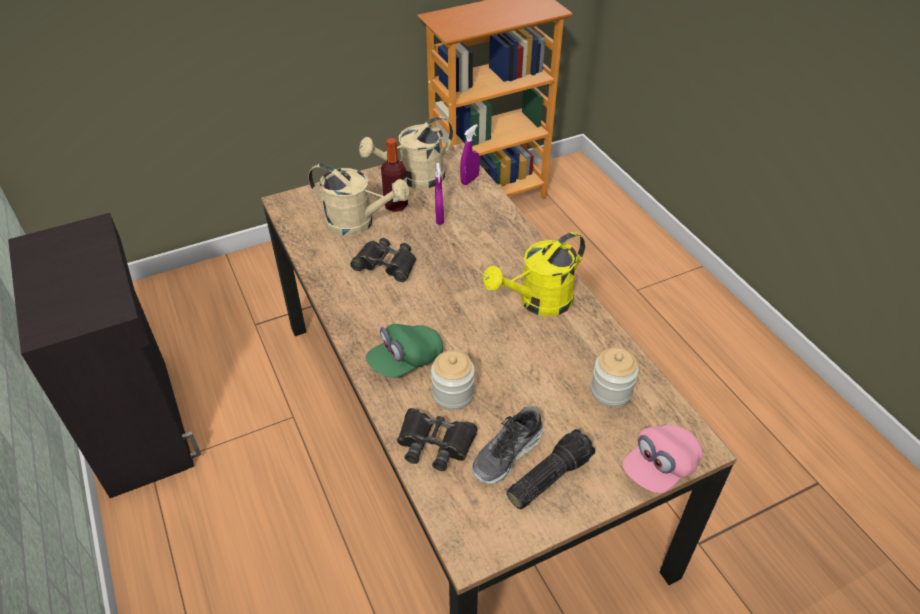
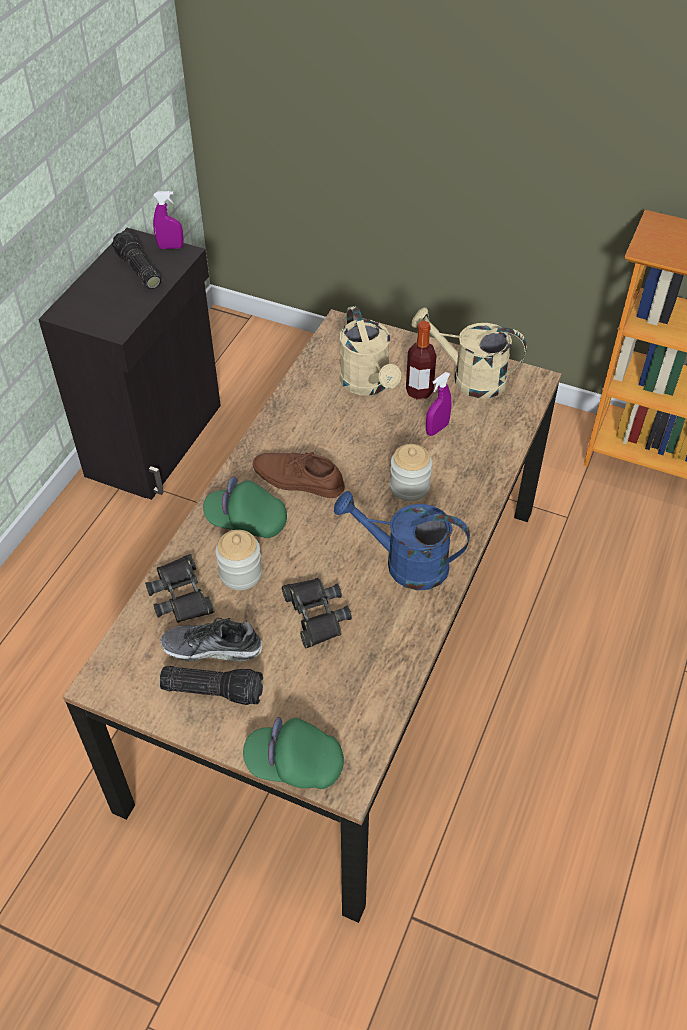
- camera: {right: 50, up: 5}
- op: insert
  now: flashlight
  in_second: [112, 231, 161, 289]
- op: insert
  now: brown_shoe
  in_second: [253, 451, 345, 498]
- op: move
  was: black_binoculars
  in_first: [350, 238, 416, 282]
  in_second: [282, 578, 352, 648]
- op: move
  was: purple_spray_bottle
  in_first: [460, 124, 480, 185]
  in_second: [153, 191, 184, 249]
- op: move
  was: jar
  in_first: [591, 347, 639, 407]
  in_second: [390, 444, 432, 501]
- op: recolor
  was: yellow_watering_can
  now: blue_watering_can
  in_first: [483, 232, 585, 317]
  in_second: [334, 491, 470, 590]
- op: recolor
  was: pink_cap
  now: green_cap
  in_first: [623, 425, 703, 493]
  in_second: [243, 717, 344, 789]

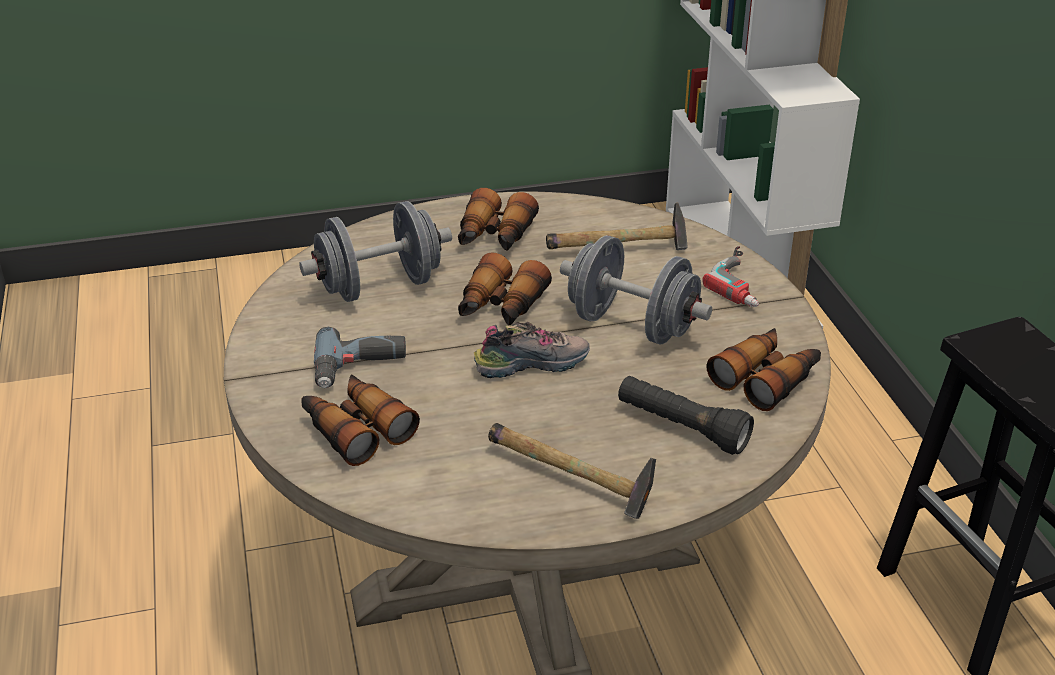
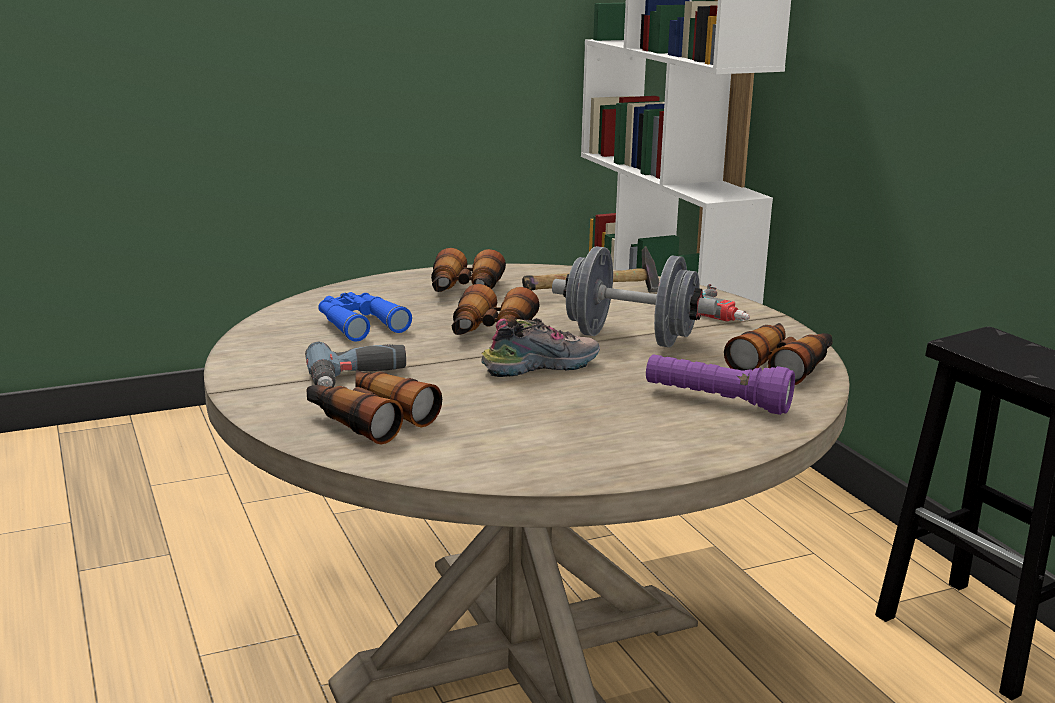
- camera: {right: -10, up: -15}
- op: delete
  was: hammer
  in_first: [488, 423, 656, 519]
- op: replace
  was: grey_dumbbell
  now: blue_binoculars
  in_first: [299, 201, 452, 302]
  in_second: [318, 292, 412, 341]
- op: recolor
  was: black_flashlight
  now: purple_flashlight
  in_first: [618, 376, 754, 455]
  in_second: [646, 354, 795, 415]

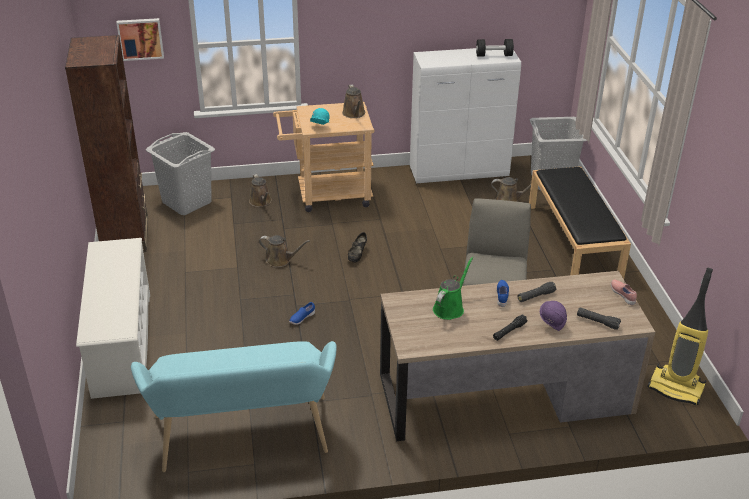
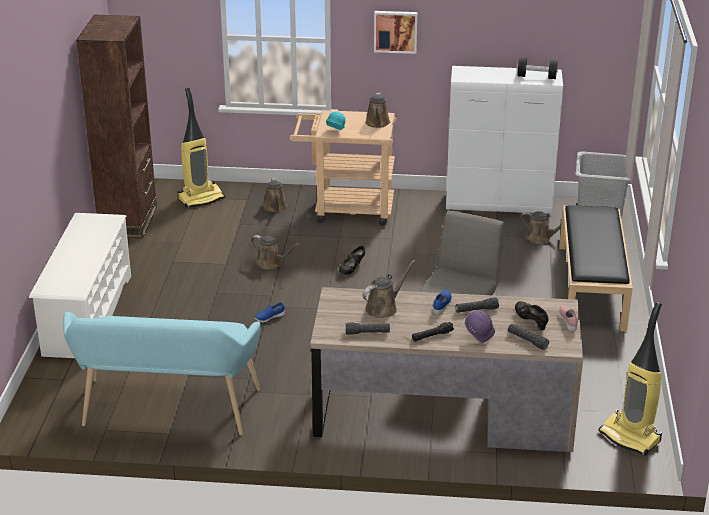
- camera: {right: 15, up: -5}
- op: insert
  now: black_flashlight
  in_second: [346, 323, 390, 335]
- op: insert
  now: black_shoe
  in_second: [515, 301, 549, 331]
- op: move
  was: picture
  in_first: [116, 18, 164, 61]
  in_second: [374, 11, 417, 54]
- op: replace
  was: grey_laundry_basket
  now: vacuum_cleaner
  in_first: [146, 132, 215, 215]
  in_second: [177, 88, 225, 208]
- op: recolor
  was: green_watering_can
  now: brown_watering_can
  in_first: [433, 257, 473, 320]
  in_second: [363, 260, 415, 318]

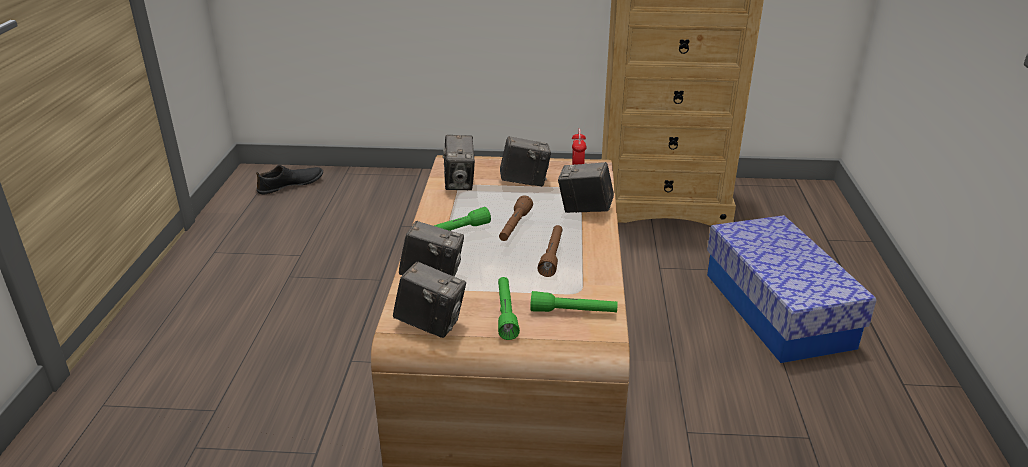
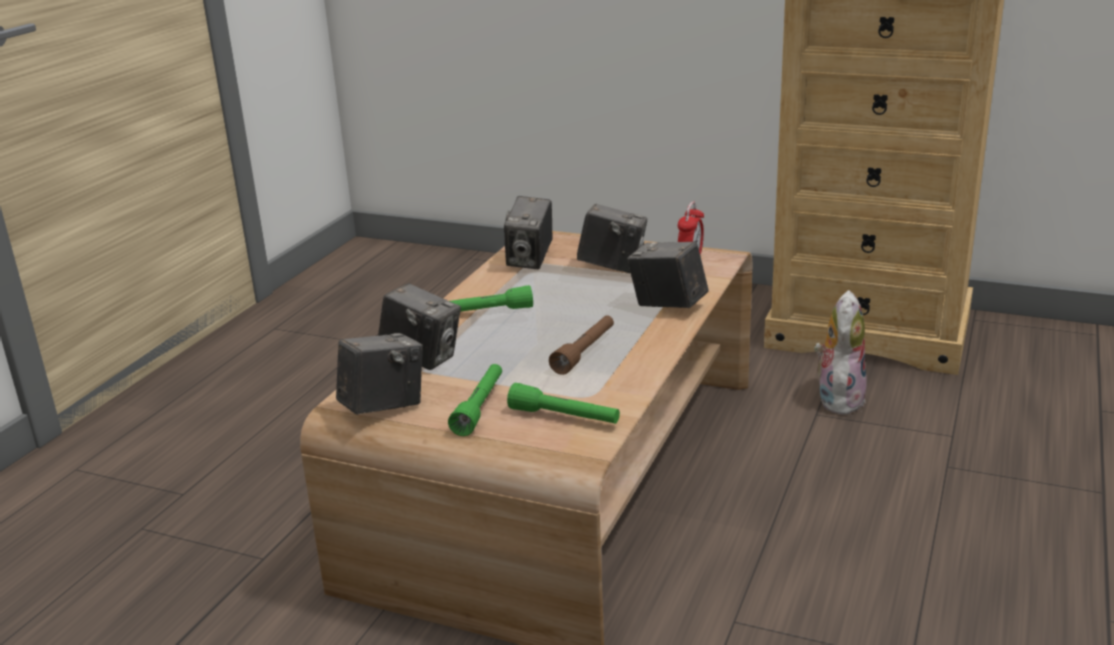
- camera: {right: 20, up: -5}
- op: delete
  was: black_shoe
  in_first: [256, 165, 323, 194]
- op: delete
  was: brown_flashlight
  in_first: [499, 195, 533, 241]
- op: delete
  was: storage_box
  in_first: [707, 215, 876, 363]
- op: insert
  now: plush_toy
  in_second: [814, 290, 867, 416]
- op: rotate
  was: photo_camera
  in_first: [393, 261, 466, 338]
  in_second: [336, 333, 423, 415]
  clockwise: -75

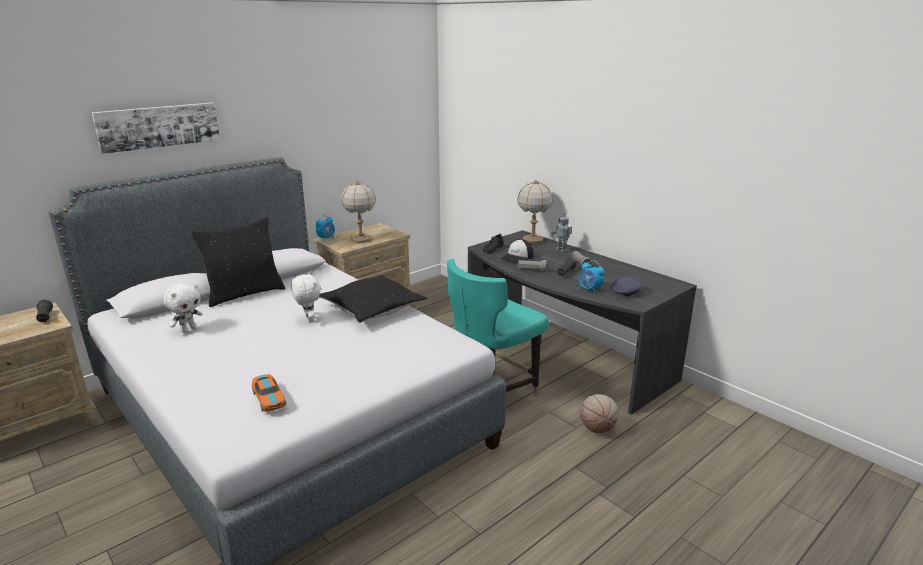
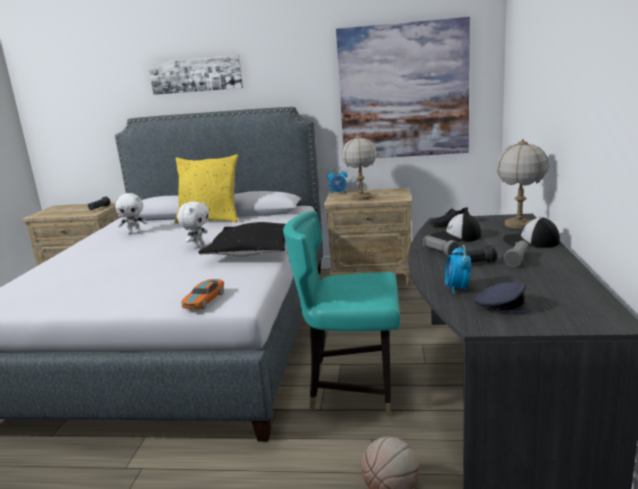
- camera: {right: 50, up: -5}
- op: insert
  now: picture
  in_second: [336, 17, 470, 158]
- op: move
  was: toy_car
  in_first: [252, 374, 286, 412]
  in_second: [181, 279, 224, 310]
- op: replace
  was: toy_robot
  now: cap
  in_first: [551, 214, 572, 253]
  in_second: [503, 218, 560, 248]
- op: recolor
  was: black_pillow
  now: yellow_pillow
  in_first: [190, 217, 285, 307]
  in_second: [175, 154, 238, 223]

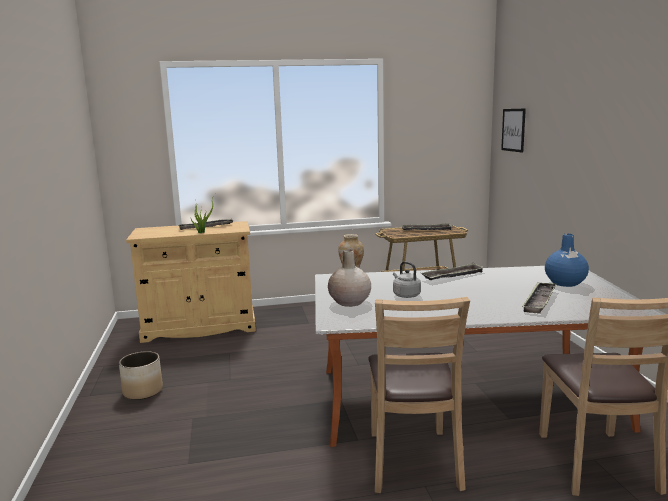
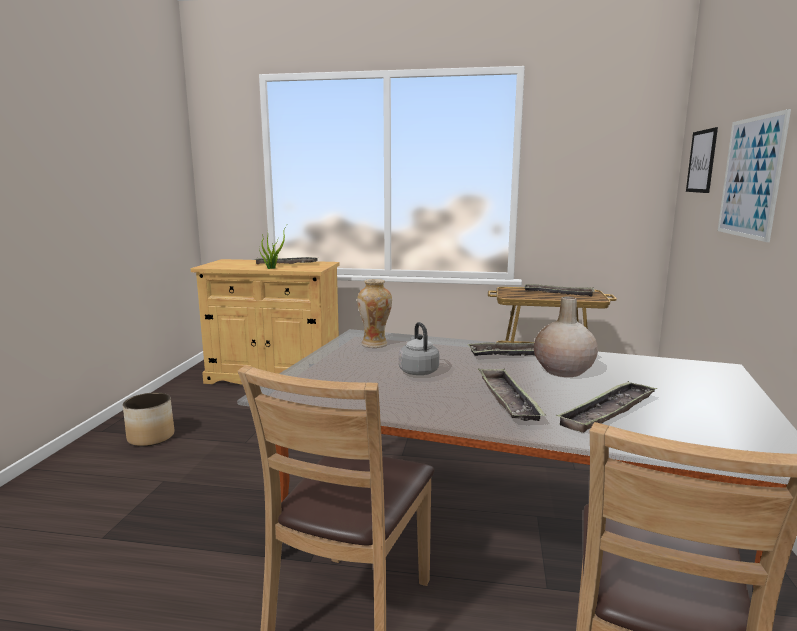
- camera: {right: 20, up: 0}
- op: delete
  was: blue_vase
  in_first: [545, 234, 589, 287]
- op: insert
  now: tray
  in_second: [478, 368, 546, 421]
- op: insert
  now: picture
  in_second: [718, 109, 791, 242]
- op: move
  was: beige_vase
  in_first: [328, 249, 371, 307]
  in_second: [534, 296, 598, 377]

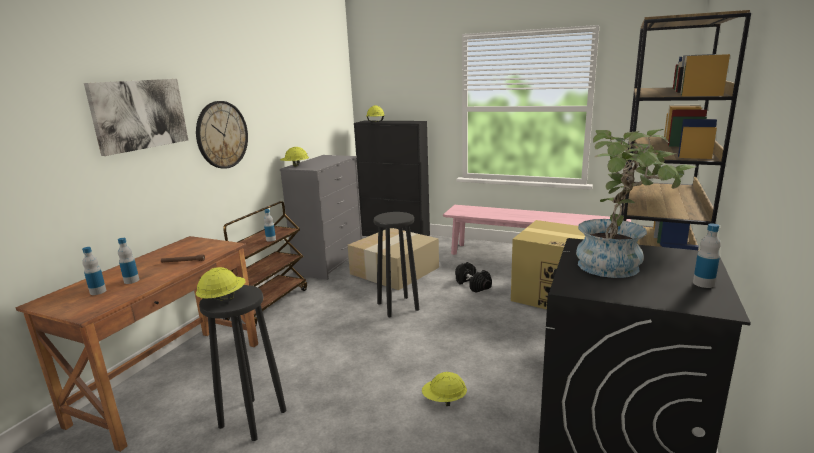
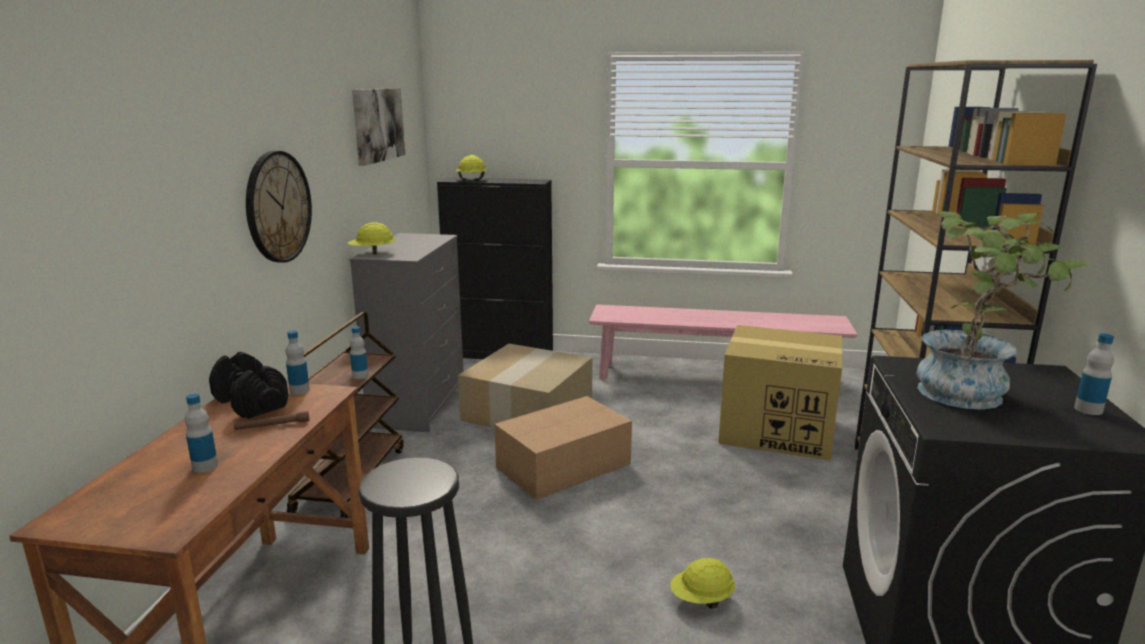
- camera: {right: -15, up: 0}
- op: delete
  was: yellow_hard_hat
  in_first: [196, 267, 246, 302]
- op: move
  was: bottle
  in_first: [82, 247, 106, 295]
  in_second: [286, 330, 310, 395]
- op: move
  was: picture
  in_first: [84, 79, 188, 156]
  in_second: [352, 88, 405, 166]
- op: move
  was: black_dumbbell
  in_first: [455, 262, 492, 293]
  in_second: [209, 352, 288, 419]
- op: replace
  was: black_stool
  now: cardboard_box
  in_first: [373, 212, 419, 317]
  in_second: [494, 396, 632, 500]

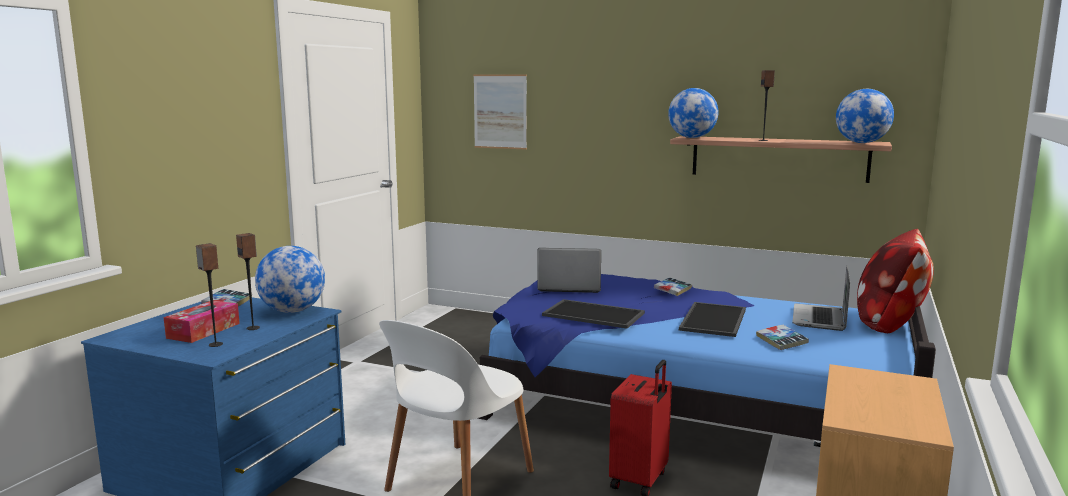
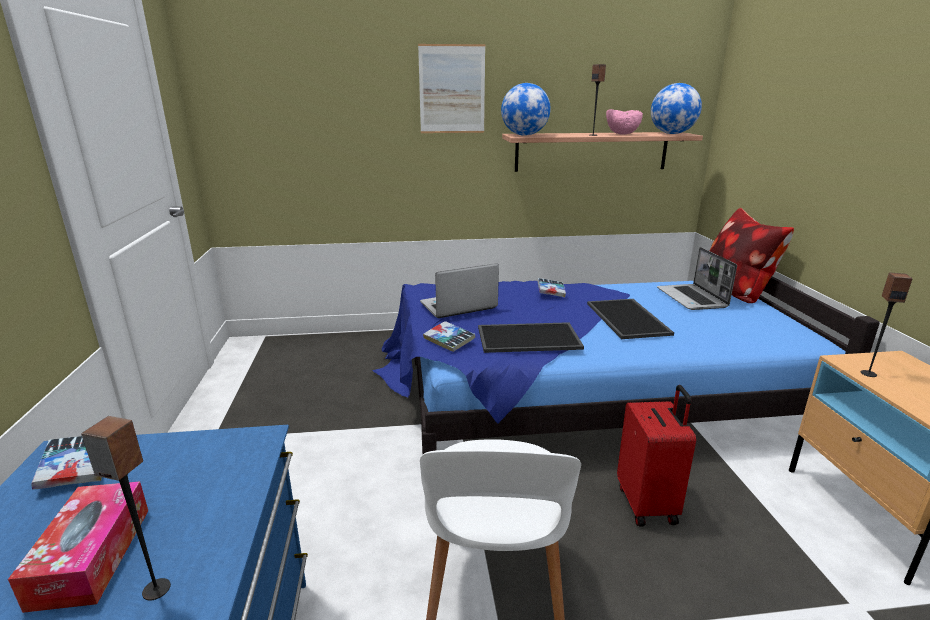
- camera: {right: -30, up: 10}
- op: delete
  was: globe
  in_first: [255, 246, 325, 313]
- op: insert
  now: pink_bowl
  in_second: [606, 109, 643, 135]
- op: move
  was: speaker
  in_first: [236, 233, 260, 330]
  in_second: [861, 272, 913, 377]
- op: move
  was: picture
  in_first: [473, 74, 527, 150]
  in_second: [418, 44, 485, 133]
- op: move
  was: book
  in_first: [756, 325, 809, 350]
  in_second: [423, 321, 475, 352]

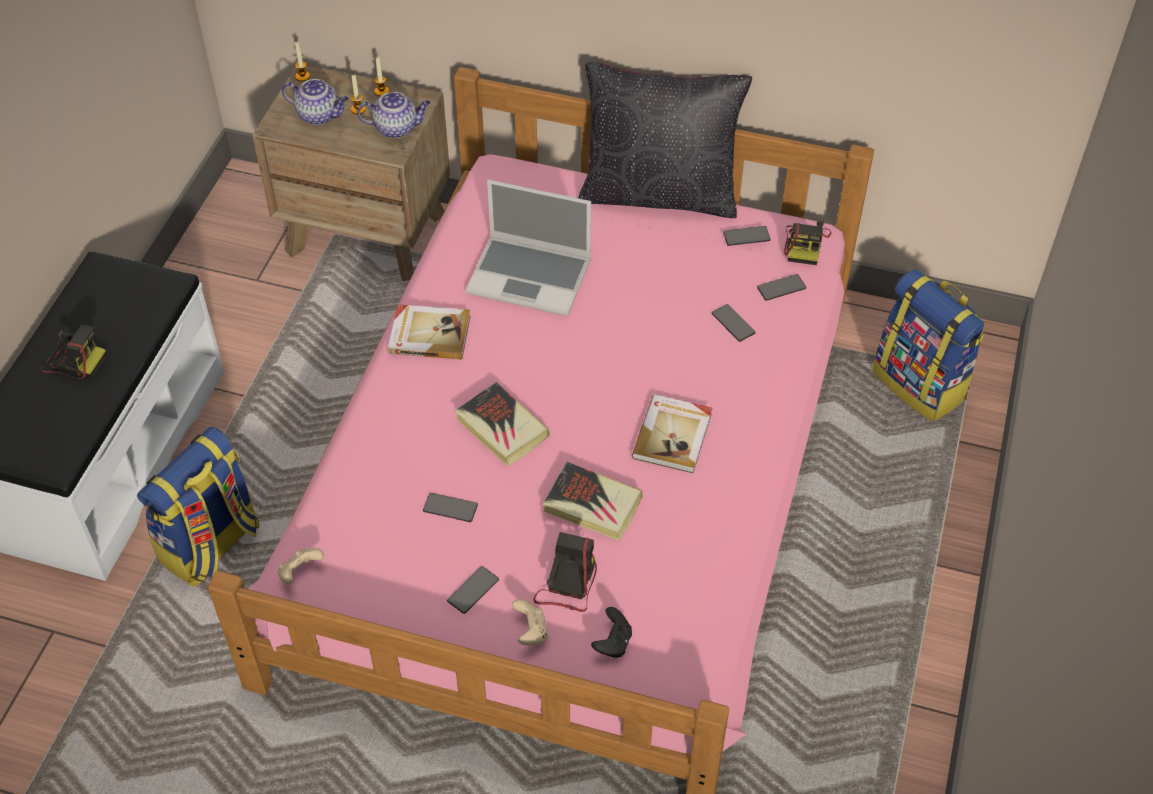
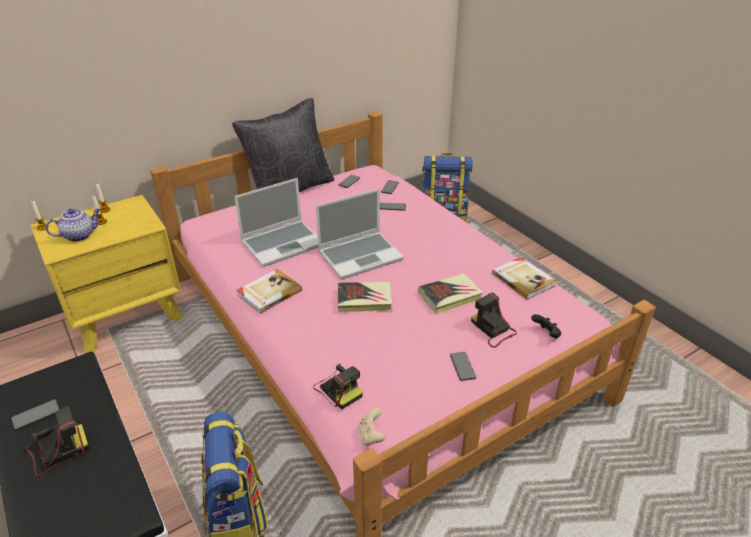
- camera: {right: -50, up: -15}
- op: delete
  was: teapot
  in_first: [357, 92, 430, 138]
- op: delete
  was: beige_game_controller
  in_first: [512, 599, 548, 645]
- op: insert
  now: laptop
  in_second: [316, 189, 404, 279]
- op: move
  was: phone
  in_first: [423, 493, 478, 522]
  in_second: [11, 399, 60, 430]
- op: move
  was: book
  in_first: [632, 394, 712, 473]
  in_second: [492, 257, 557, 300]
- op: move
  was: photo_camera
  in_first: [784, 220, 831, 265]
  in_second: [313, 364, 363, 409]
- op: recolor
  was: brown_nightstand
  now: yellow_nightstand
  in_first: [252, 65, 450, 281]
  in_second: [30, 195, 182, 353]

